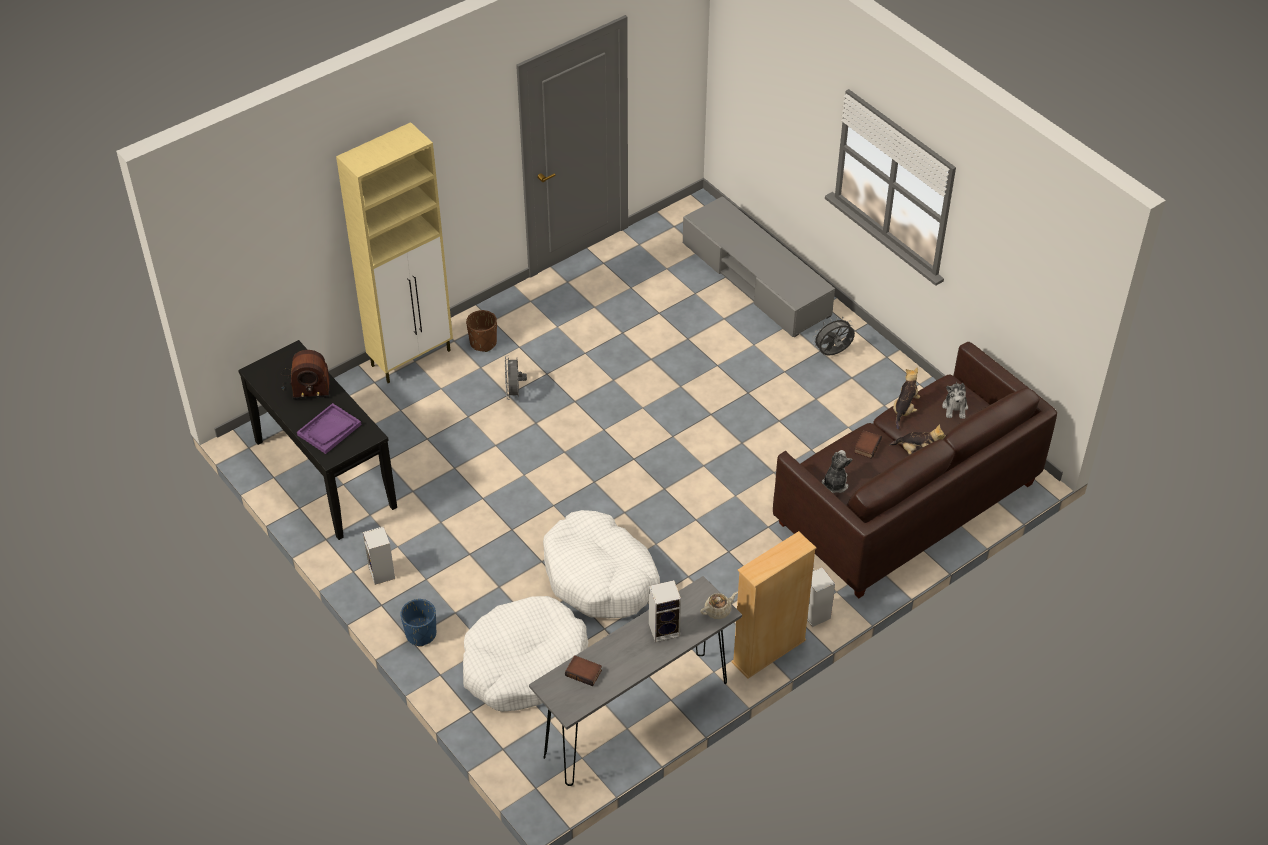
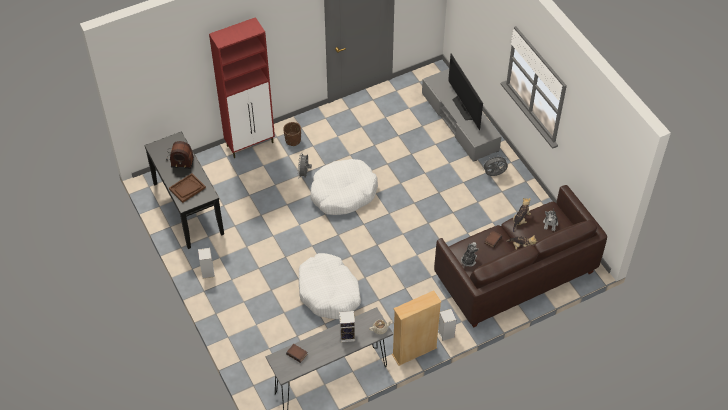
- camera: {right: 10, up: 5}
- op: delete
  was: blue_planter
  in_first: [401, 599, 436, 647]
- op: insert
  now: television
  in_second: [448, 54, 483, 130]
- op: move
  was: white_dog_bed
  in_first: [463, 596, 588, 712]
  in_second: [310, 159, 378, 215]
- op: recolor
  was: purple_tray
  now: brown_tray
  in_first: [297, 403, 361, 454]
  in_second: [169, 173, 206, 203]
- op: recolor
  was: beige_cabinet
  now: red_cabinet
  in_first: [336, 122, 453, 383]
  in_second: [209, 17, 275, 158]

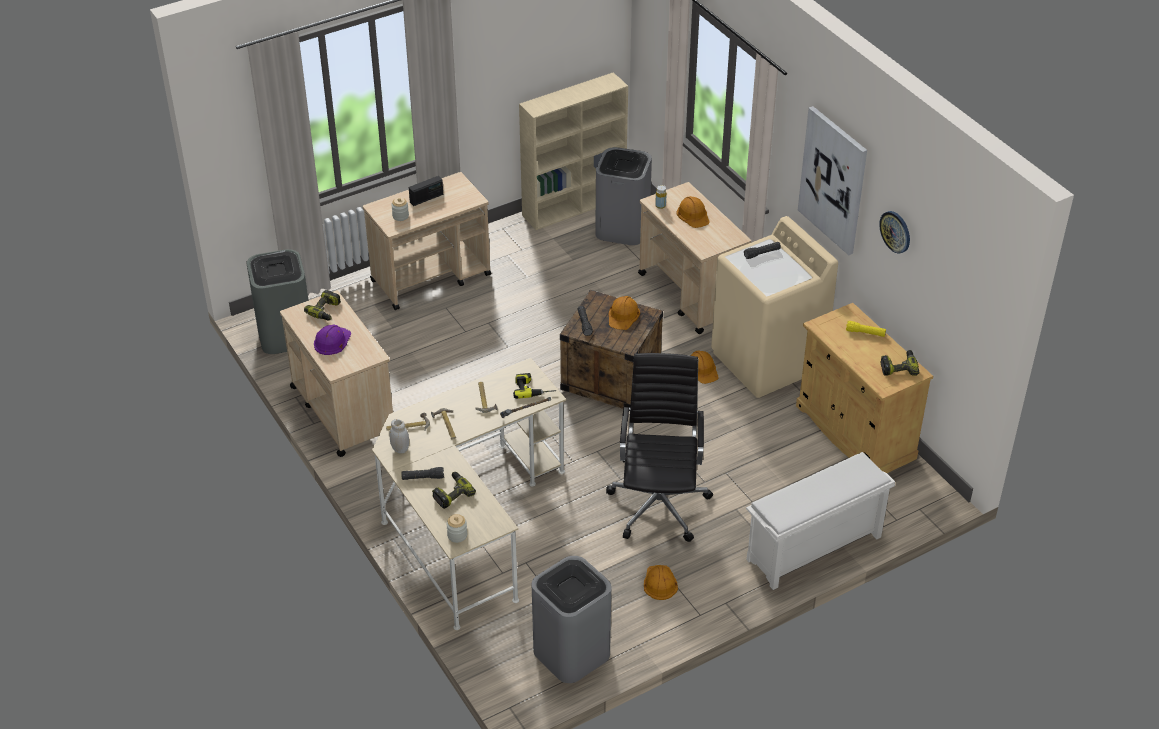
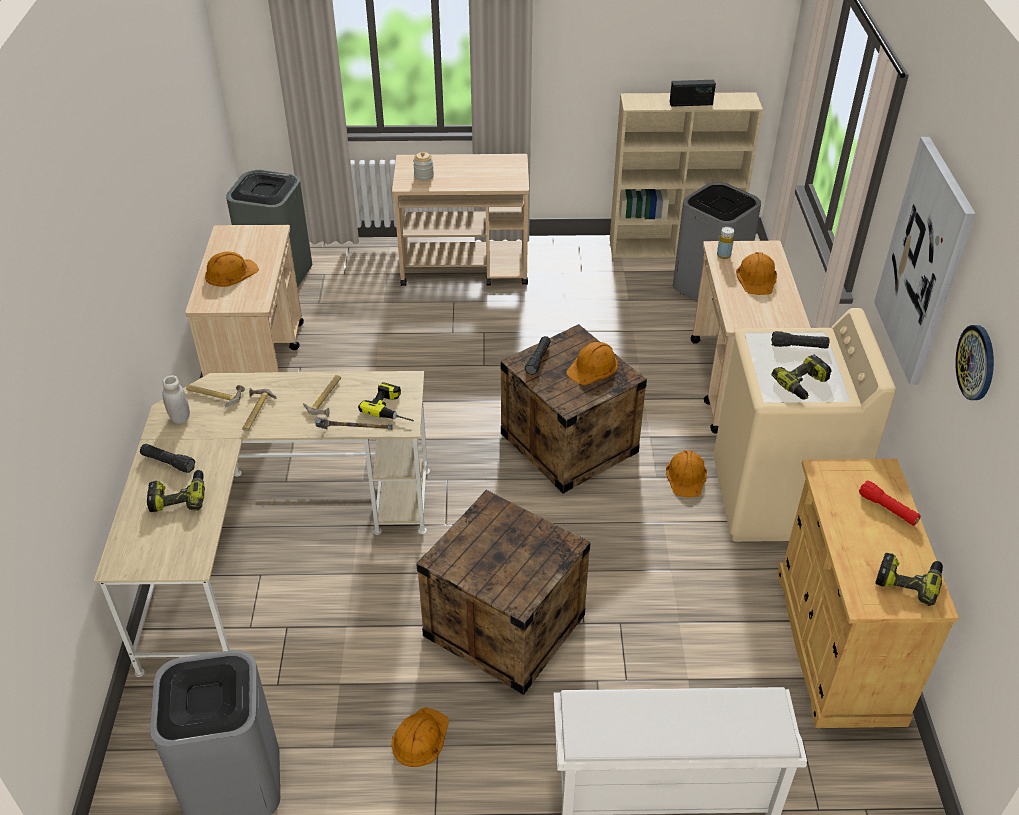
- camera: {right: 30, up: 0}
- op: delete
  was: jar
  in_first: [446, 514, 467, 543]
- op: move
  was: power_drill
  in_first: [304, 290, 341, 321]
  in_second: [771, 355, 832, 399]
- op: move
  was: radio
  in_first: [409, 176, 443, 206]
  in_second: [670, 80, 716, 107]
- op: replace
  was: black_office_chair
  now: crate
  in_first: [606, 353, 713, 542]
  in_second: [416, 490, 591, 695]
- op: recolor
  was: purple_hard_hat
  now: orange_hard_hat
  in_first: [314, 324, 351, 355]
  in_second: [205, 251, 259, 287]
- op: recolor
  was: yellow_flashlight
  now: red_flashlight
  in_first: [846, 321, 886, 337]
  in_second: [859, 480, 921, 525]

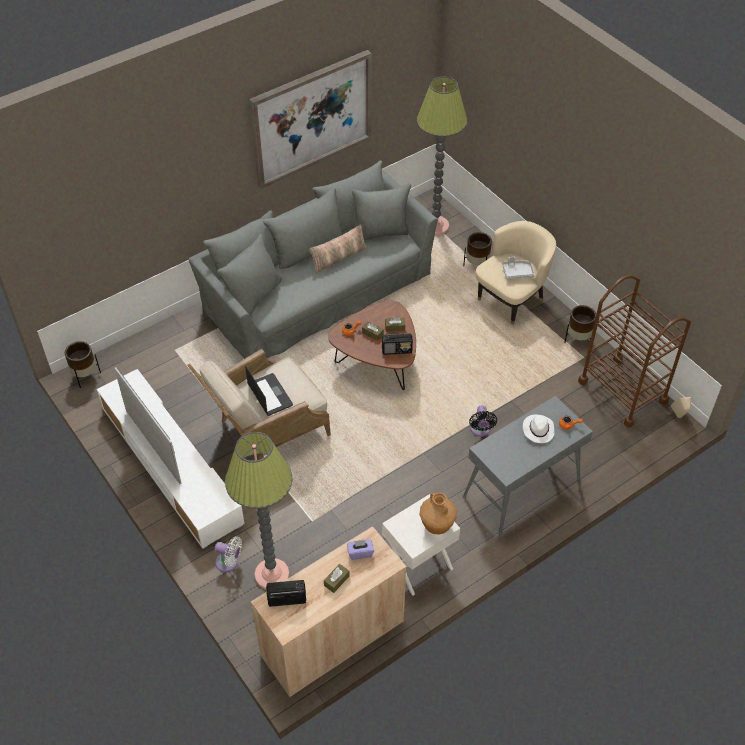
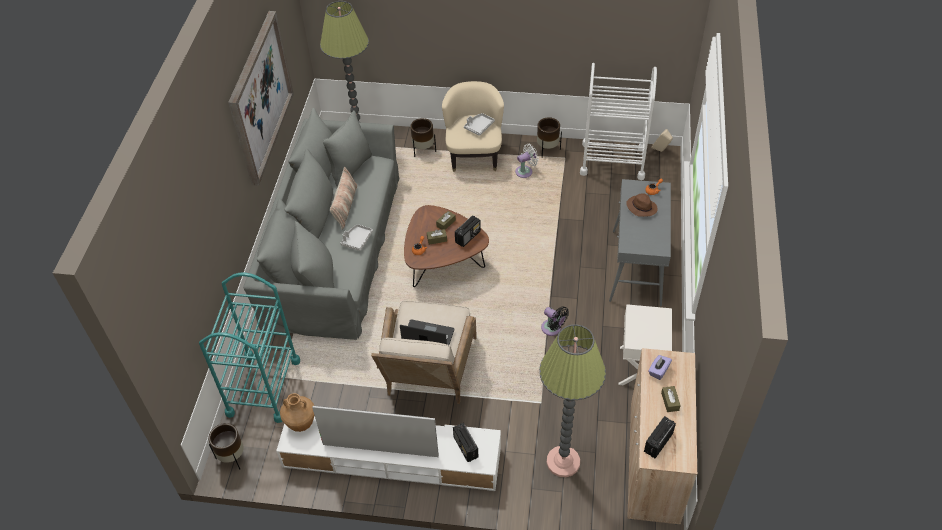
- camera: {right: -45, up: 0}
- op: insert
  now: turquoise_cart
  in_second: [199, 273, 300, 423]
- op: insert
  now: grey_tray
  in_second: [341, 224, 373, 251]
- op: insert
  now: radio
  in_second: [453, 423, 478, 462]
- op: move
  was: white_fan
  in_first: [214, 537, 242, 572]
  in_second: [515, 144, 539, 178]
- op: move
  was: brown_vase
  in_first: [420, 493, 457, 535]
  in_second: [280, 393, 314, 432]
- op: move
  was: black_fan
  in_first: [469, 405, 497, 436]
  in_second: [541, 307, 569, 336]
- op: recolor
  was: white_hat
  now: brown_hat
  in_first: [523, 414, 554, 443]
  in_second: [626, 194, 658, 217]
- op: recolor
  was: brown_cart
  now: white_cart
  in_first: [578, 275, 691, 428]
  in_second: [580, 63, 657, 180]

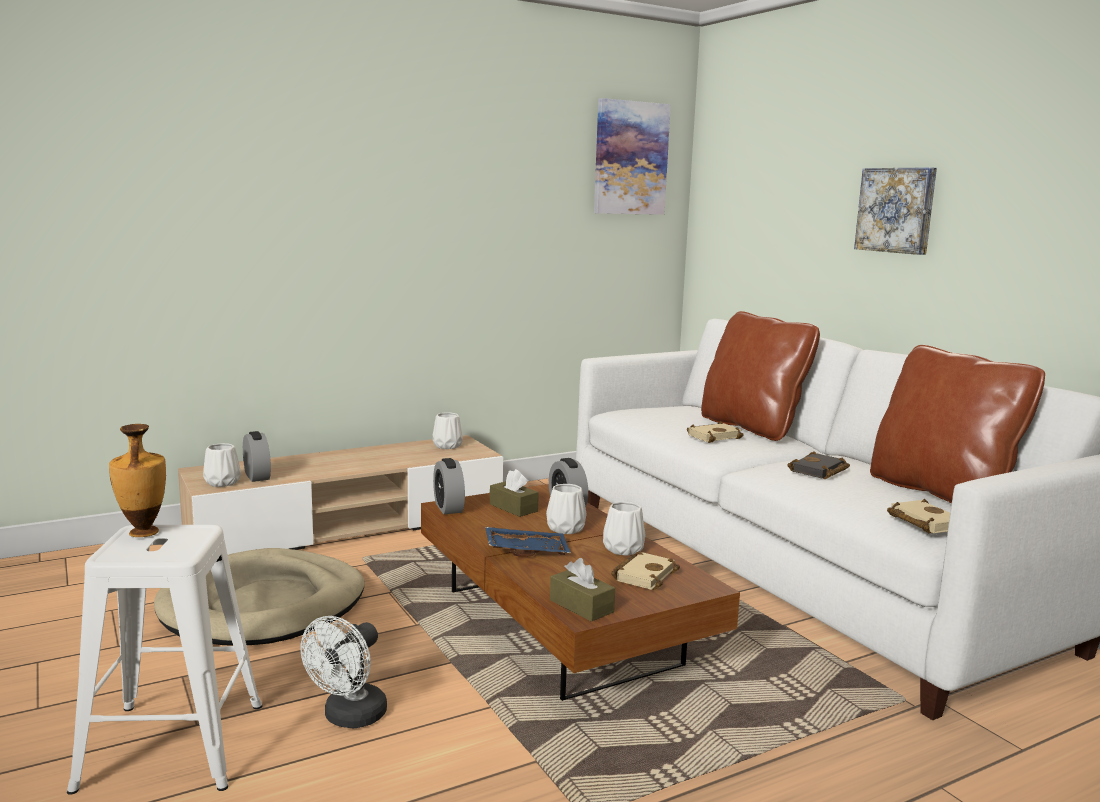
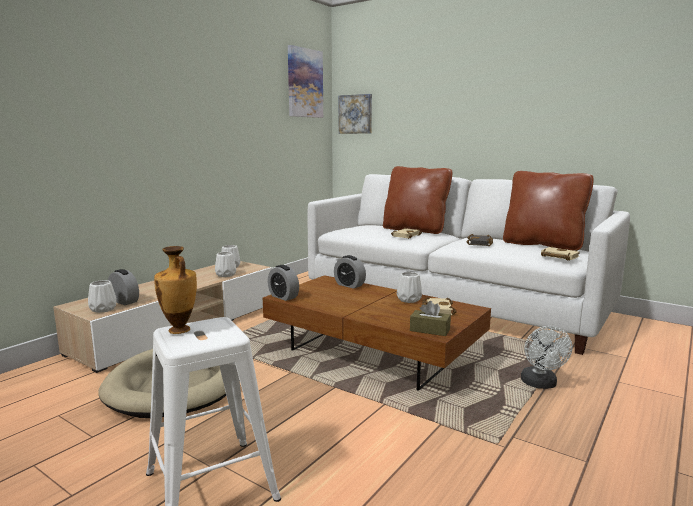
- camera: {right: -25, up: 0}
- op: delete
  was: blue_tray
  in_first: [485, 527, 571, 557]
- op: delete
  was: brown_tissue_box
  in_first: [490, 469, 539, 517]
- op: move
  was: white_fan
  in_first: [300, 616, 387, 729]
  in_second: [521, 326, 572, 389]
- op: move
  was: white_vase
  in_first: [546, 484, 587, 534]
  in_second: [215, 252, 236, 277]
- op: move
  was: picture
  in_first: [854, 167, 937, 255]
  in_second: [339, 94, 372, 134]

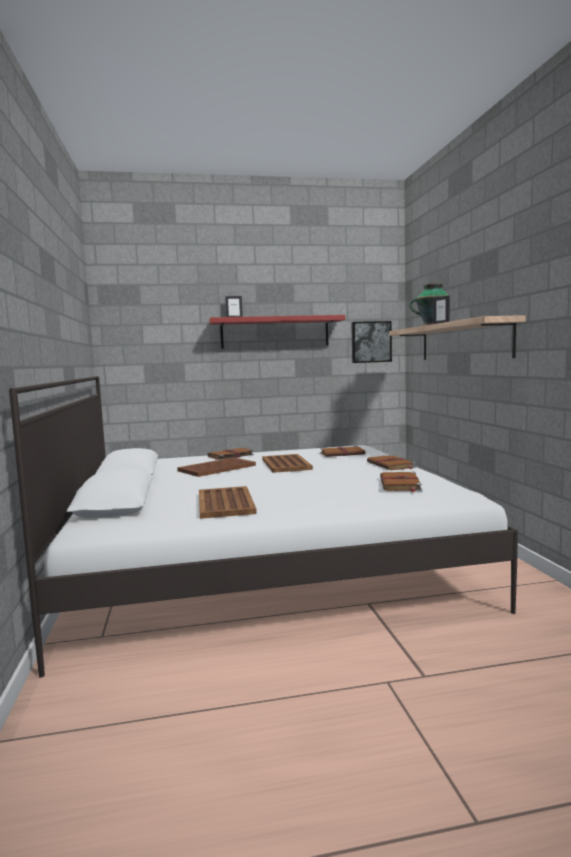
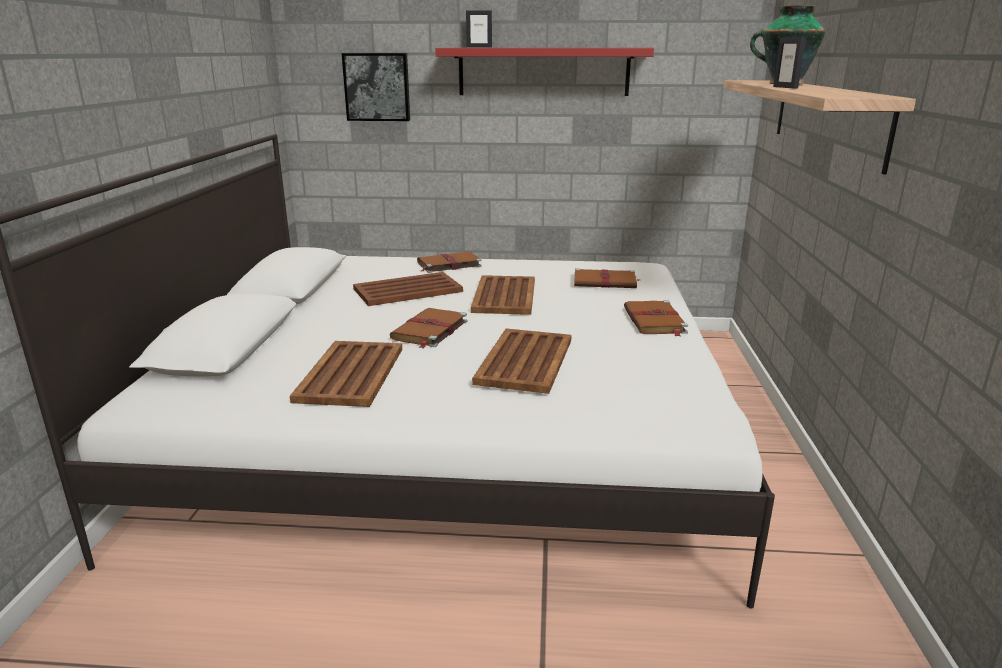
- camera: {right: 15, up: 15}
- op: insert
  now: brown_tray
  in_second: [472, 329, 572, 394]
- op: move
  was: picture
  in_first: [351, 321, 392, 363]
  in_second: [342, 53, 410, 121]
- op: move
  was: brown_book
  in_first: [380, 472, 422, 492]
  in_second: [390, 308, 467, 348]

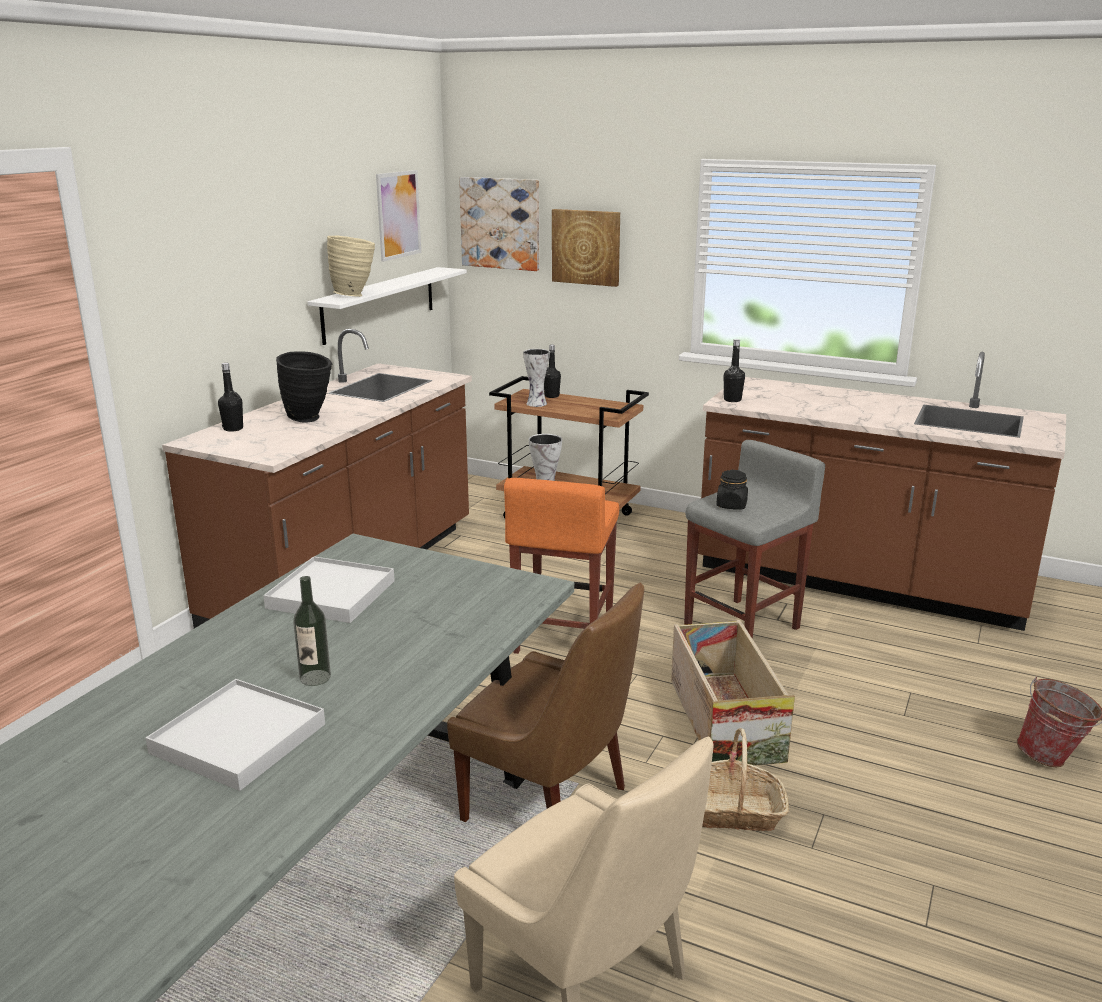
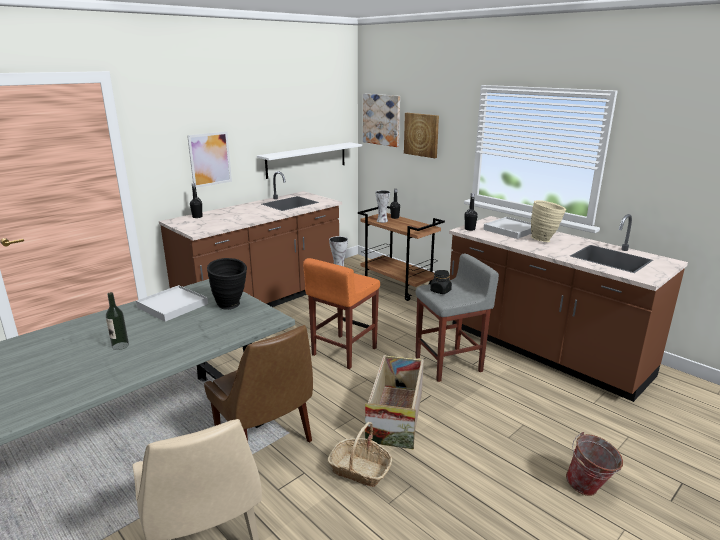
- camera: {right: 20, up: 0}
- op: move
  was: white_tray
  in_first: [146, 679, 325, 791]
  in_second: [483, 217, 531, 239]
- op: move
  was: black_vase
  in_first: [276, 352, 332, 422]
  in_second: [207, 258, 247, 310]
- op: move
  was: beige_vase
  in_first: [327, 236, 375, 297]
  in_second: [531, 200, 566, 242]
- op: move
  was: picture
  in_first: [376, 170, 421, 262]
  in_second: [187, 131, 232, 188]

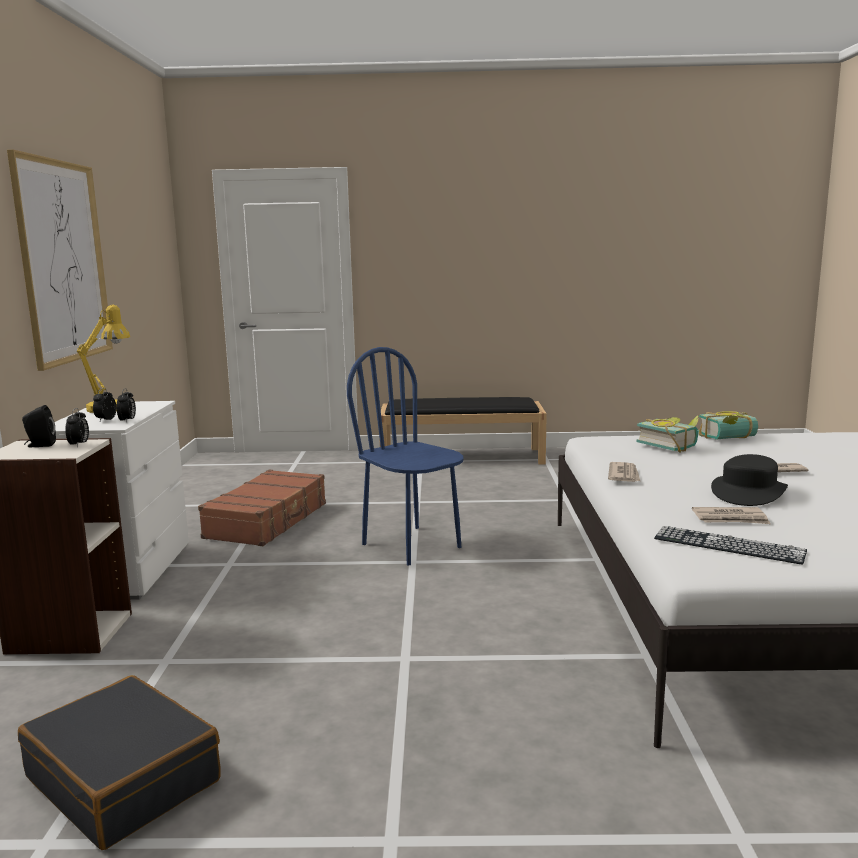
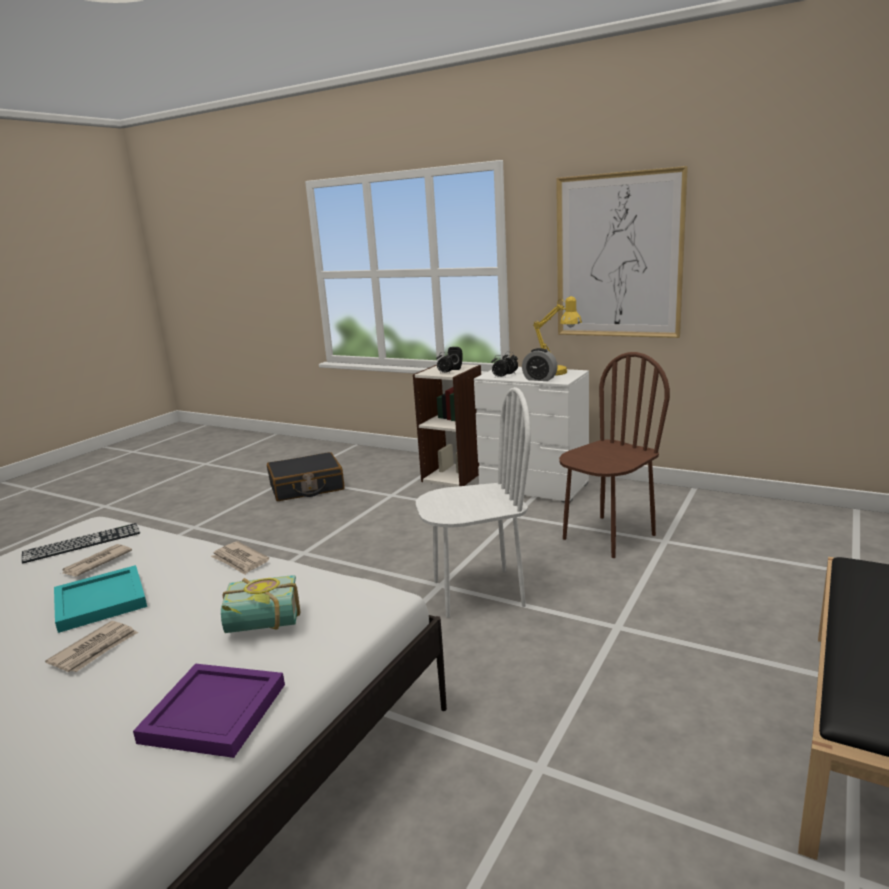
- camera: {right: 120, up: 5}
- op: insert
  now: alarm_clock
  in_second: [522, 348, 558, 381]
- op: replace
  was: brown_suitcase
  now: brown_chair
  in_first: [198, 470, 326, 546]
  in_second: [559, 352, 670, 558]
- op: replace
  was: book
  now: purple_tray
  in_first: [698, 411, 758, 440]
  in_second: [133, 664, 285, 758]
- op: replace
  was: black_hat
  now: turquoise_tray
  in_first: [711, 454, 788, 506]
  in_second: [54, 565, 147, 633]
- op: recolor
  was: blue_chair
  now: white_chair
  in_first: [347, 347, 464, 566]
  in_second: [416, 387, 531, 618]

